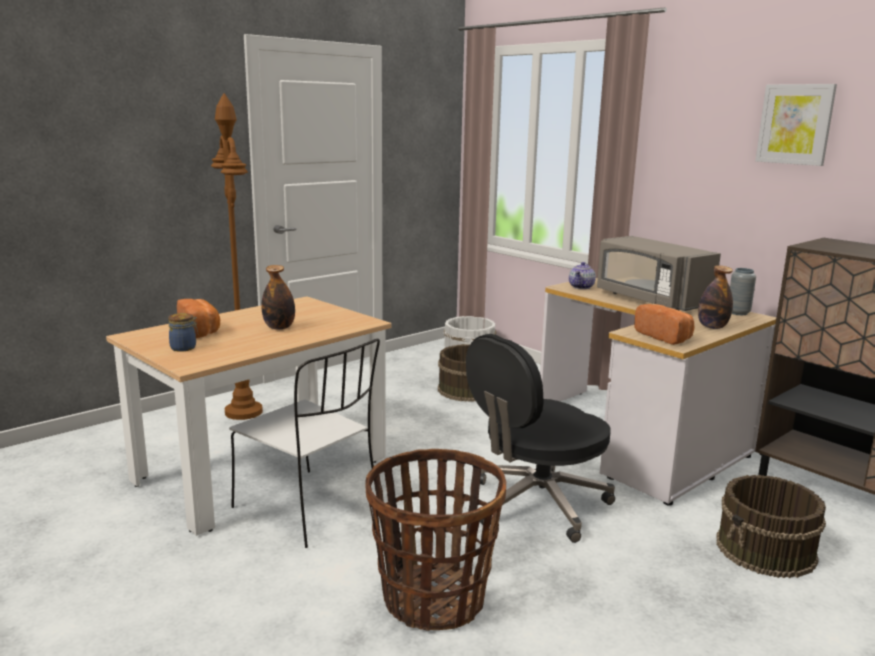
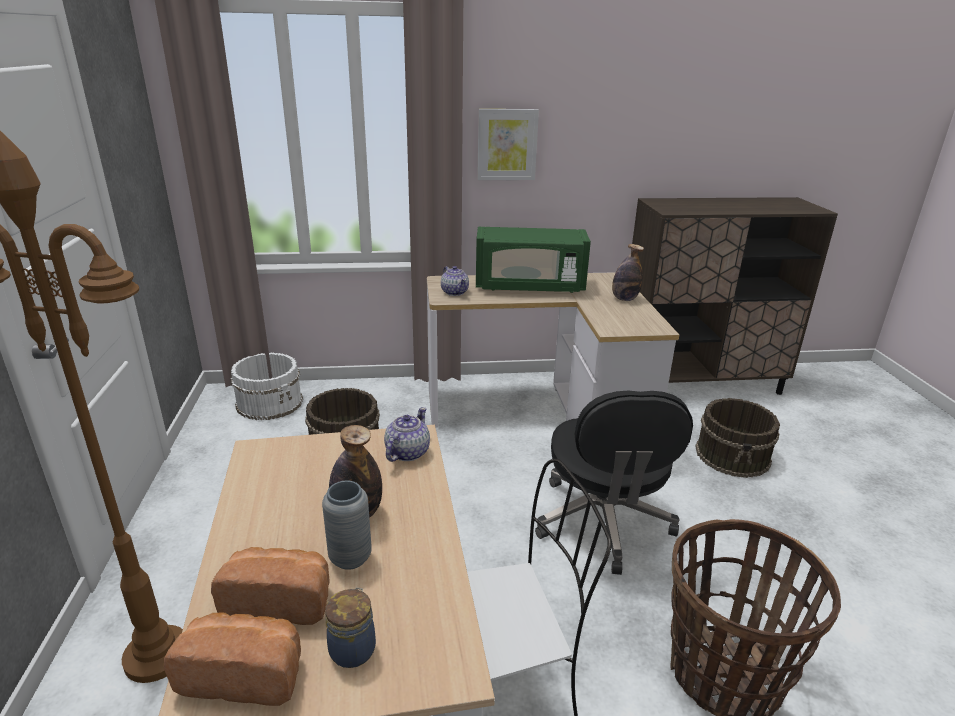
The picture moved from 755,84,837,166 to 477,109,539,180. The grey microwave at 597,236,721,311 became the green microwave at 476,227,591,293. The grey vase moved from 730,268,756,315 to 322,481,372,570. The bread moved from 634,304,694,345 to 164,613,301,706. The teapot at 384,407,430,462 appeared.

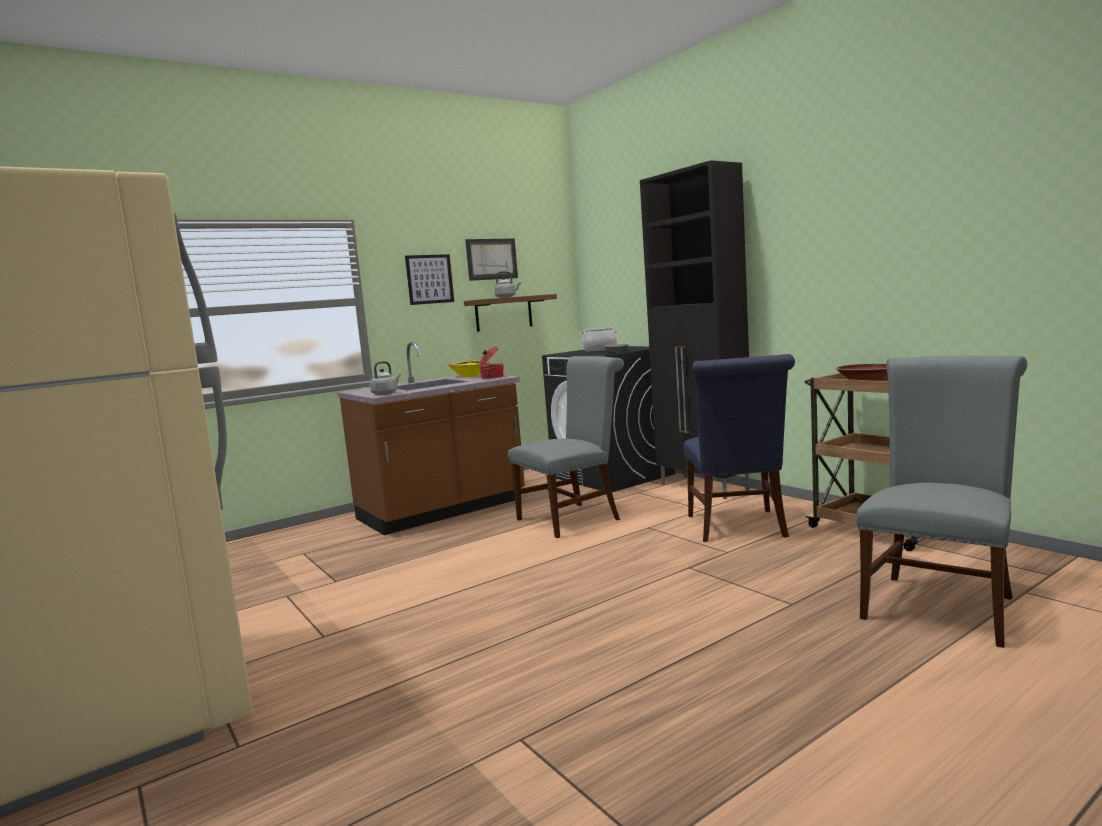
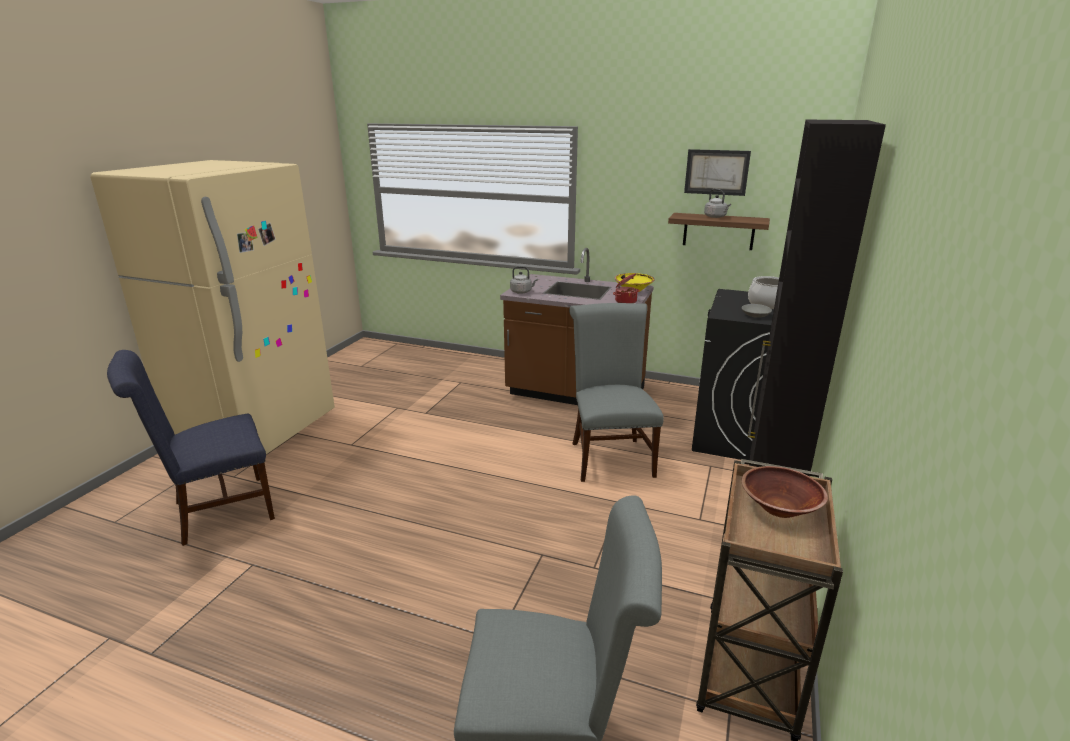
The picture at 405,254,454,305 disappeared. The blue chair moved from 684,354,795,542 to 107,350,275,546. The grey chair at 508,356,624,538 turned 120 degrees counterclockwise.

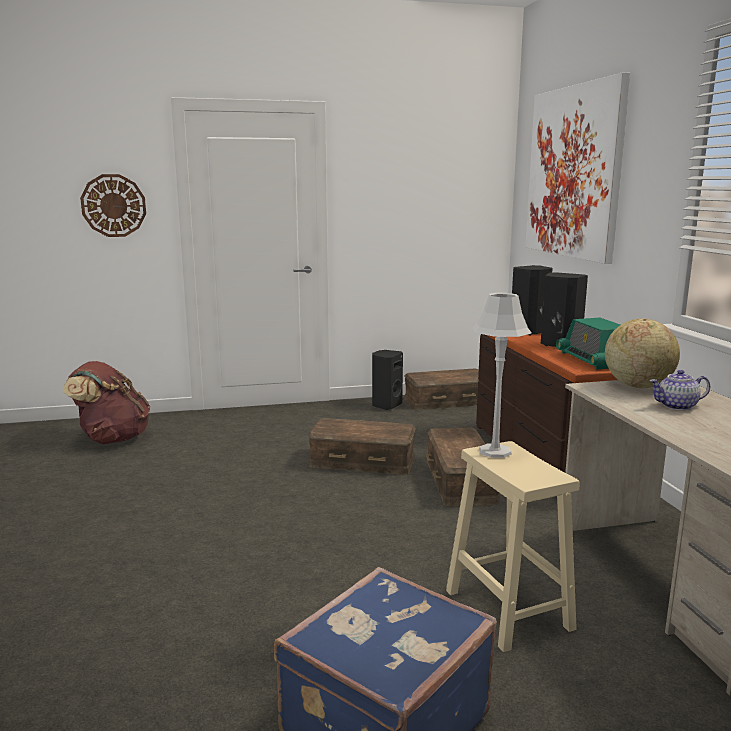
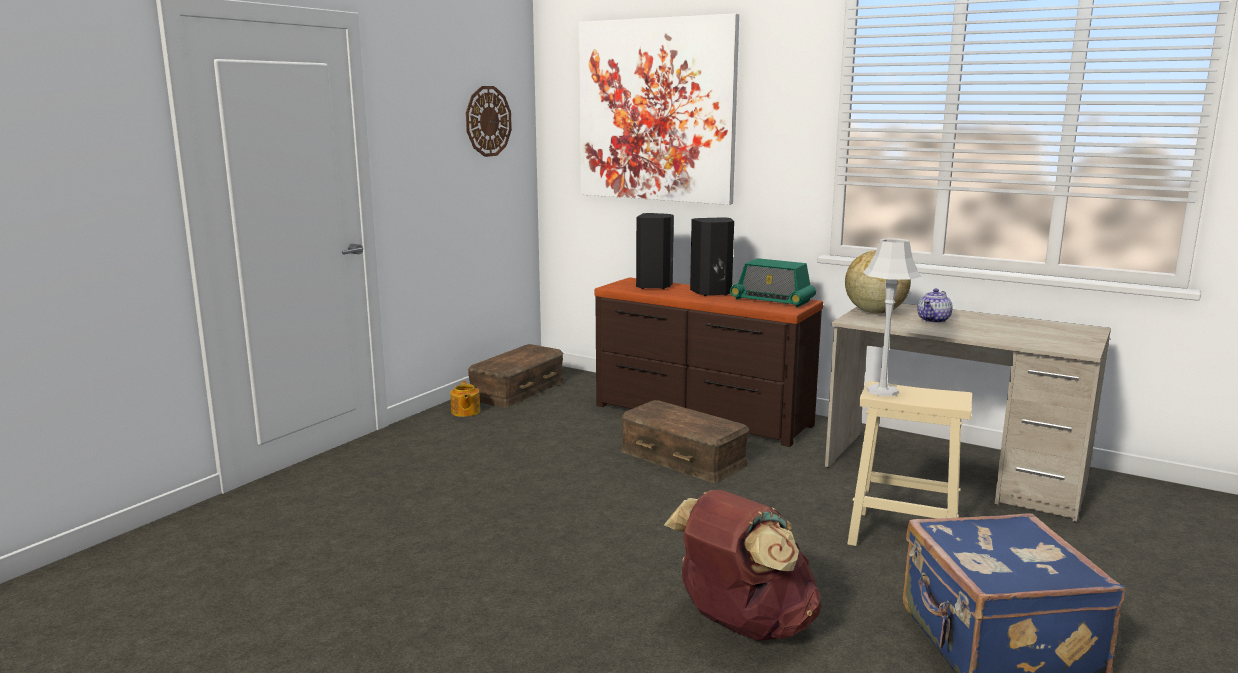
The wall clock moved from 80,174,146,237 to 466,86,512,157. The black speaker at 372,350,403,410 was replaced by the teapot at 450,381,480,417. The brown backpack moved from 64,361,150,444 to 664,490,822,641. The brown storage box at 308,418,416,475 disappeared.

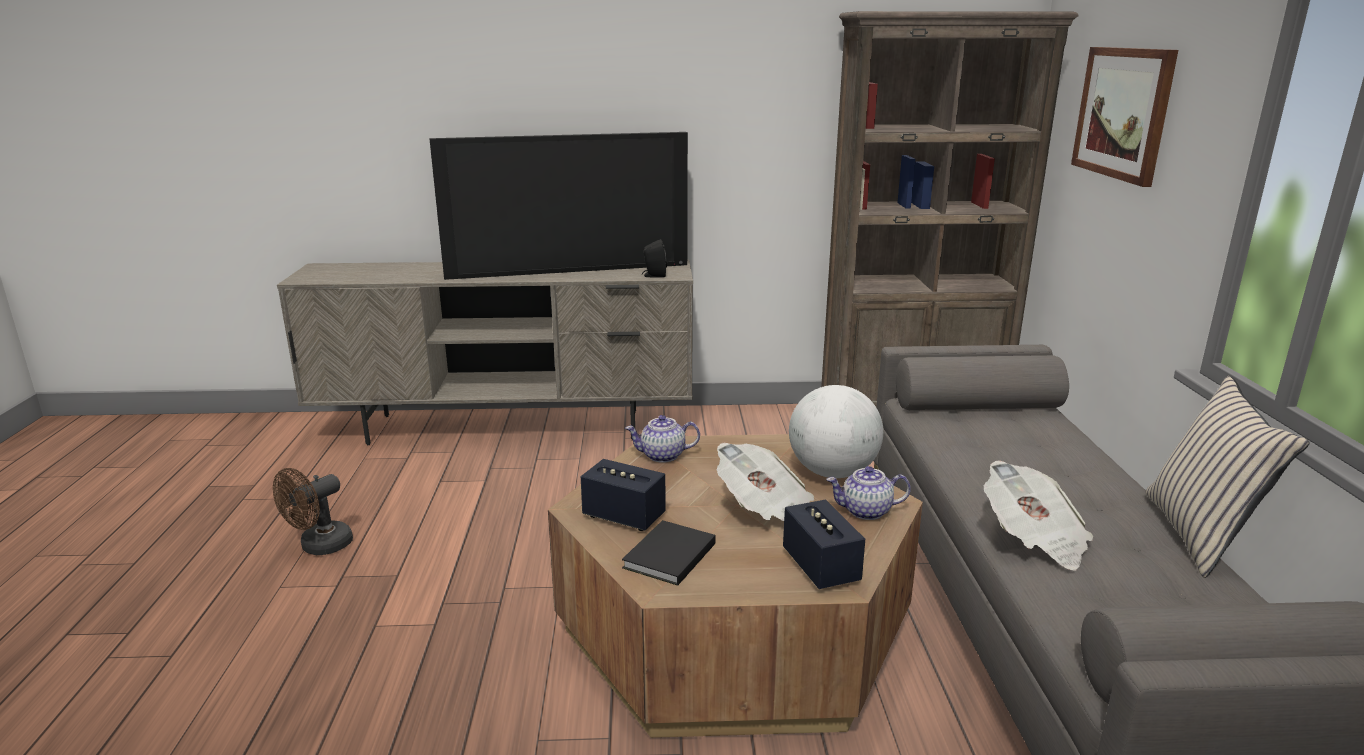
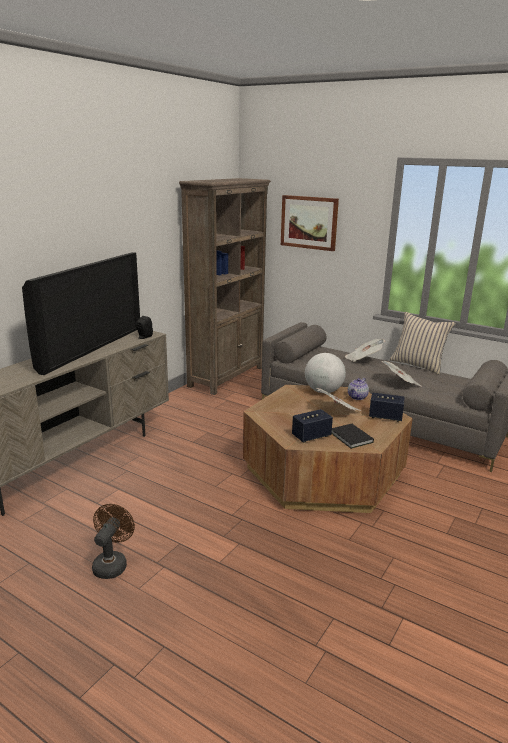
The teapot at 625,415,700,463 disappeared. The brown fan at 273,468,353,555 turned 150 degrees counterclockwise. The newspaper at 345,339,385,362 appeared.

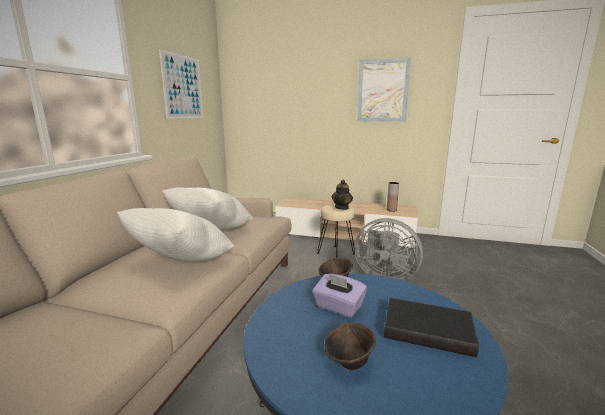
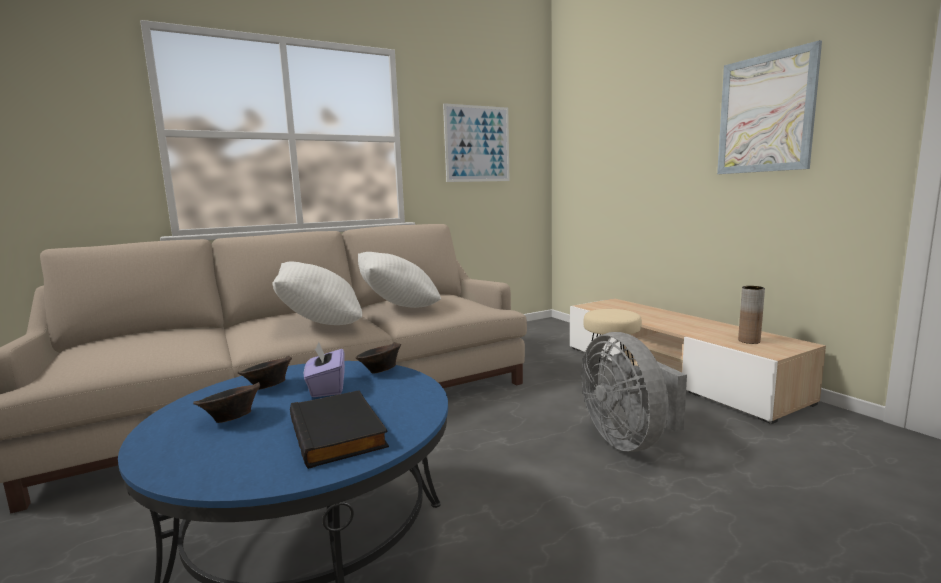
The teapot at 332,180,353,210 disappeared. The brown bowl at 238,356,292,390 appeared.

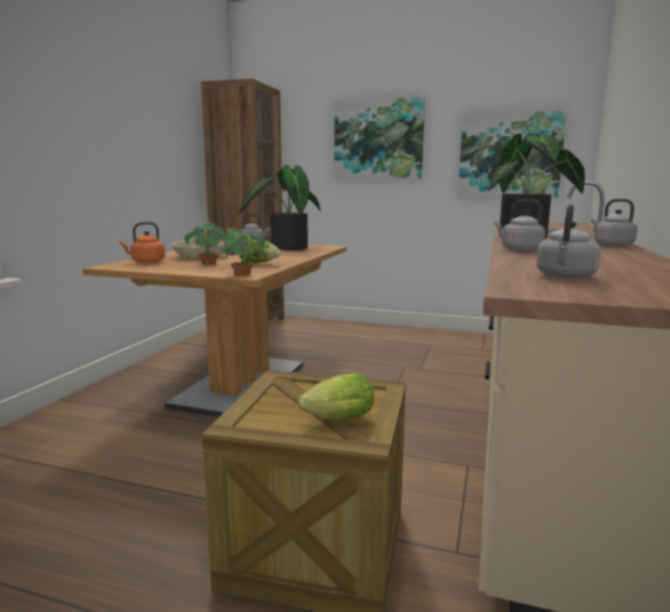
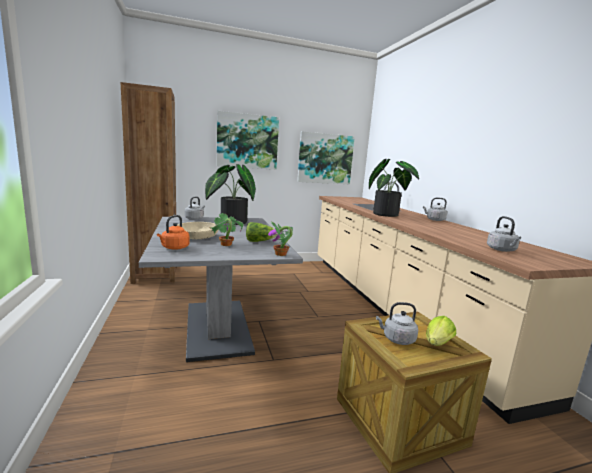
The grey kettle moved from 494,199,545,252 to 376,302,418,345. The brown dining table at 83,245,347,417 became the grey dining table at 139,217,303,362.

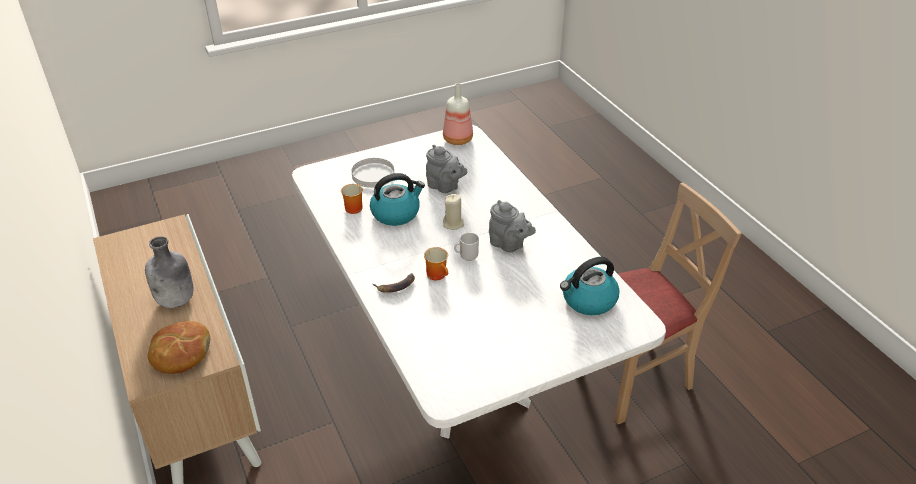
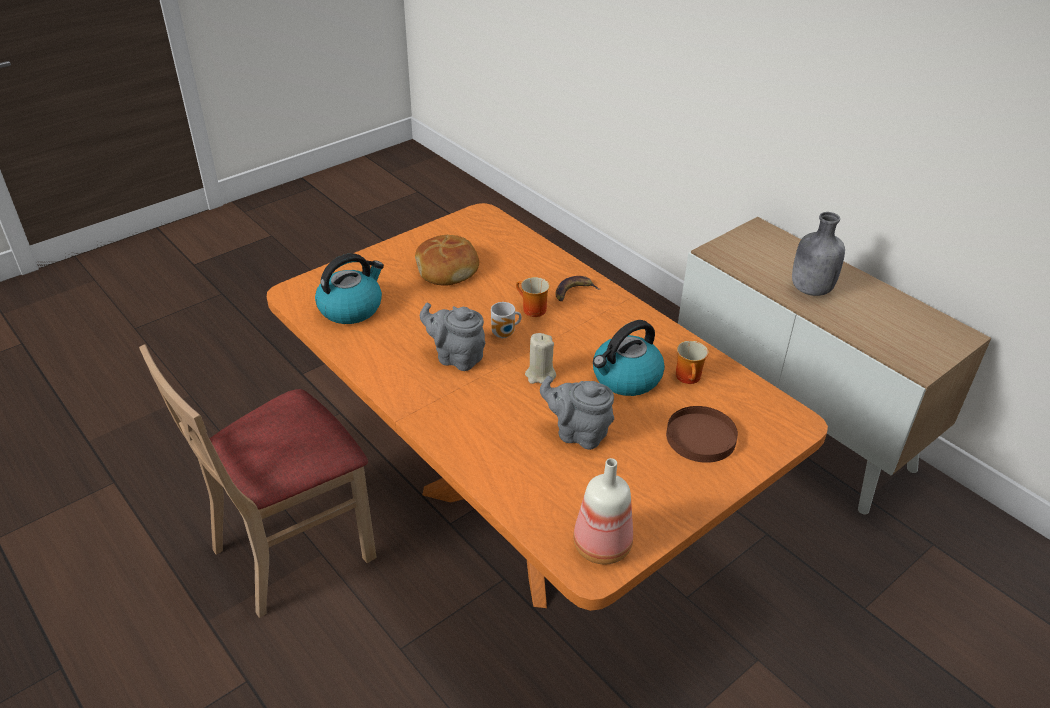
The white dining table at 292,125,666,439 became the orange dining table at 267,203,828,611. The white plate at 351,158,394,188 became the brown plate at 666,406,738,463. The bread moved from 148,321,210,374 to 415,235,479,286.

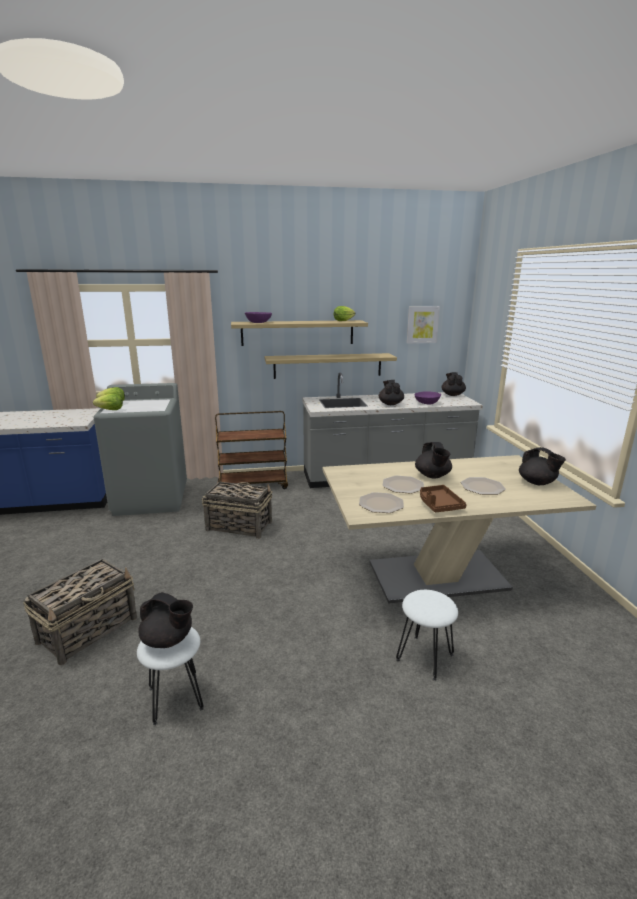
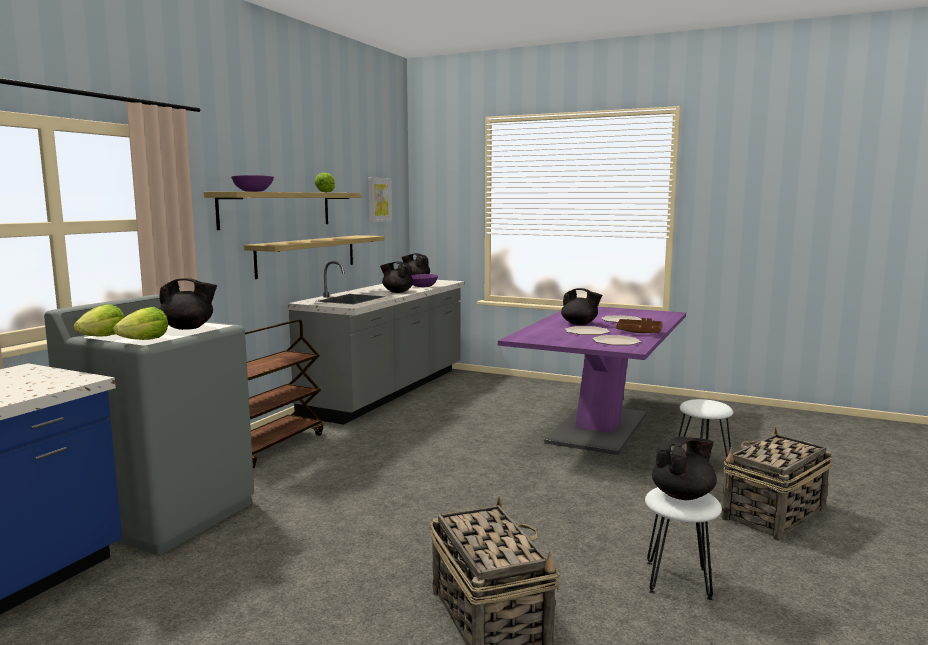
The black teapot moved from 519,447,566,485 to 159,278,217,330. The beige dining table at 323,455,596,603 became the purple dining table at 498,307,686,455. The basket moved from 202,478,272,539 to 722,427,833,541.

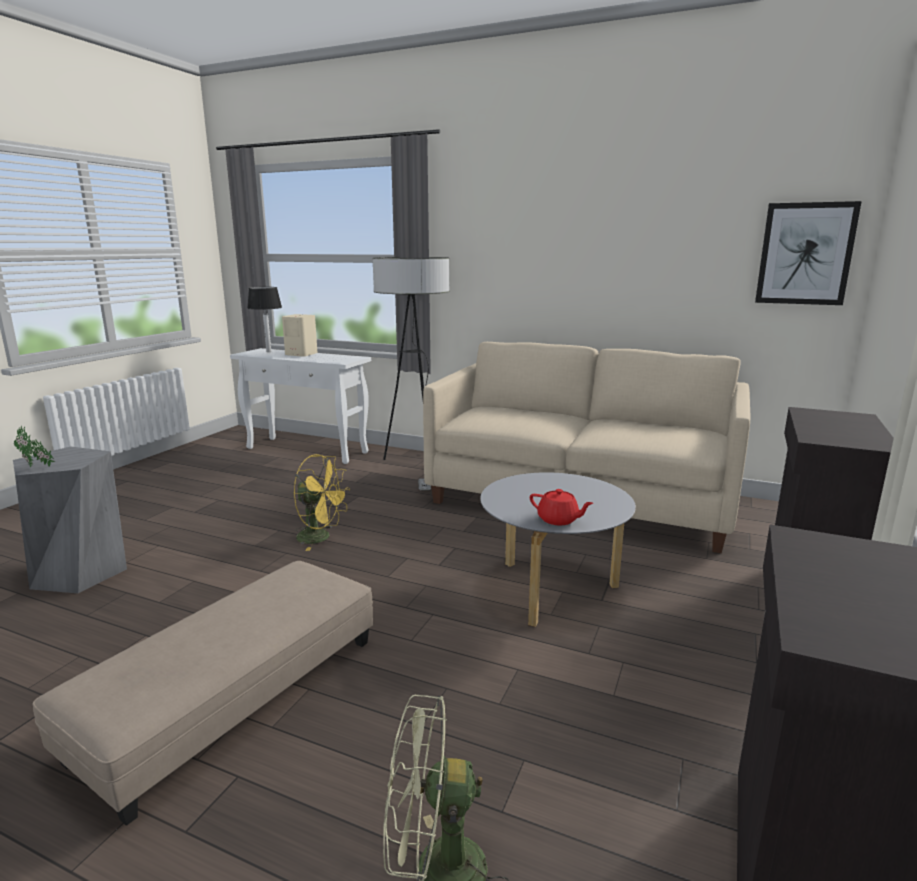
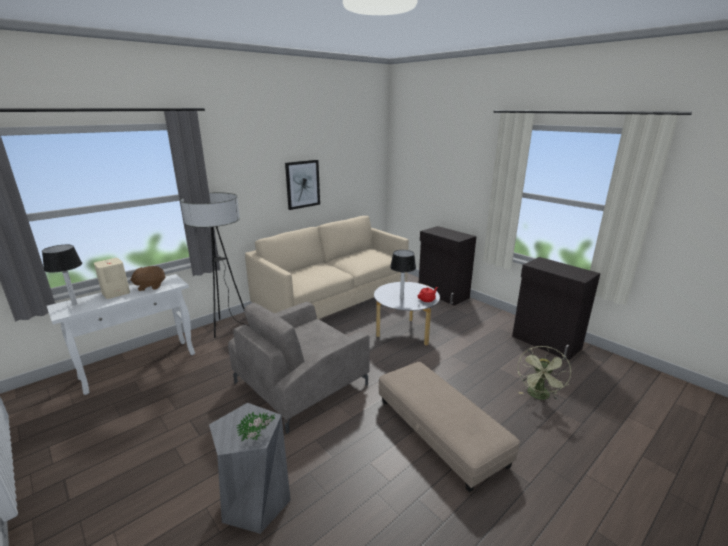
The picture moved from 755,201,862,305 to 285,160,320,210. The yellow fan at 293,454,350,551 was replaced by the grey armchair at 228,302,370,434. The table lamp at 390,250,416,299 appeared. The brown plush toy at 130,266,165,291 appeared.

